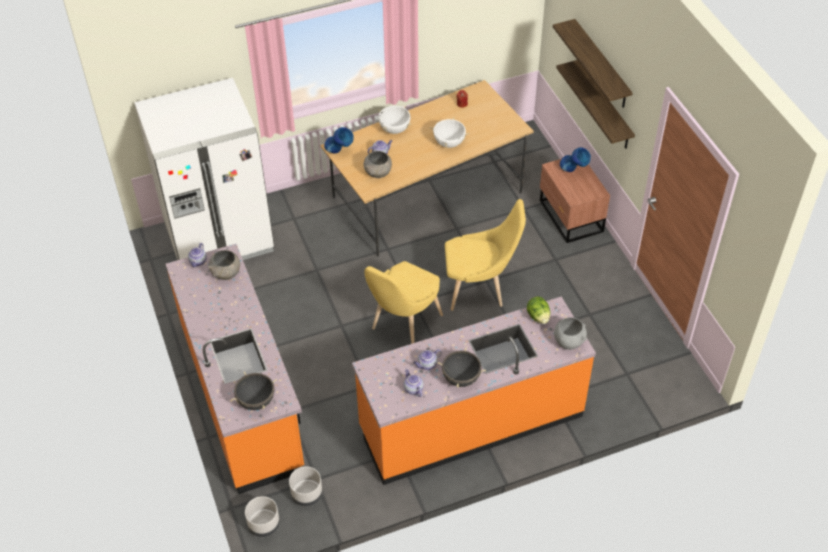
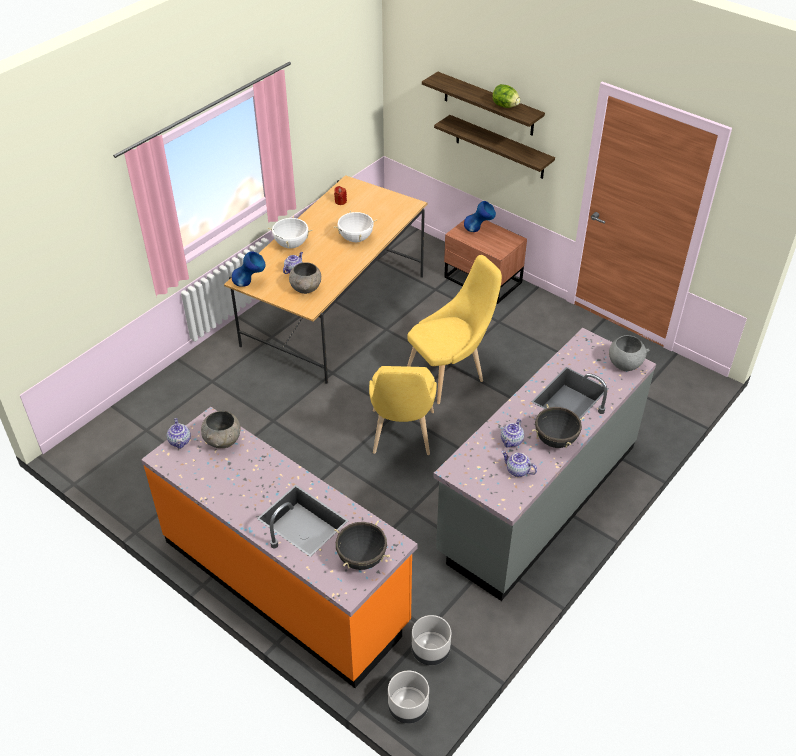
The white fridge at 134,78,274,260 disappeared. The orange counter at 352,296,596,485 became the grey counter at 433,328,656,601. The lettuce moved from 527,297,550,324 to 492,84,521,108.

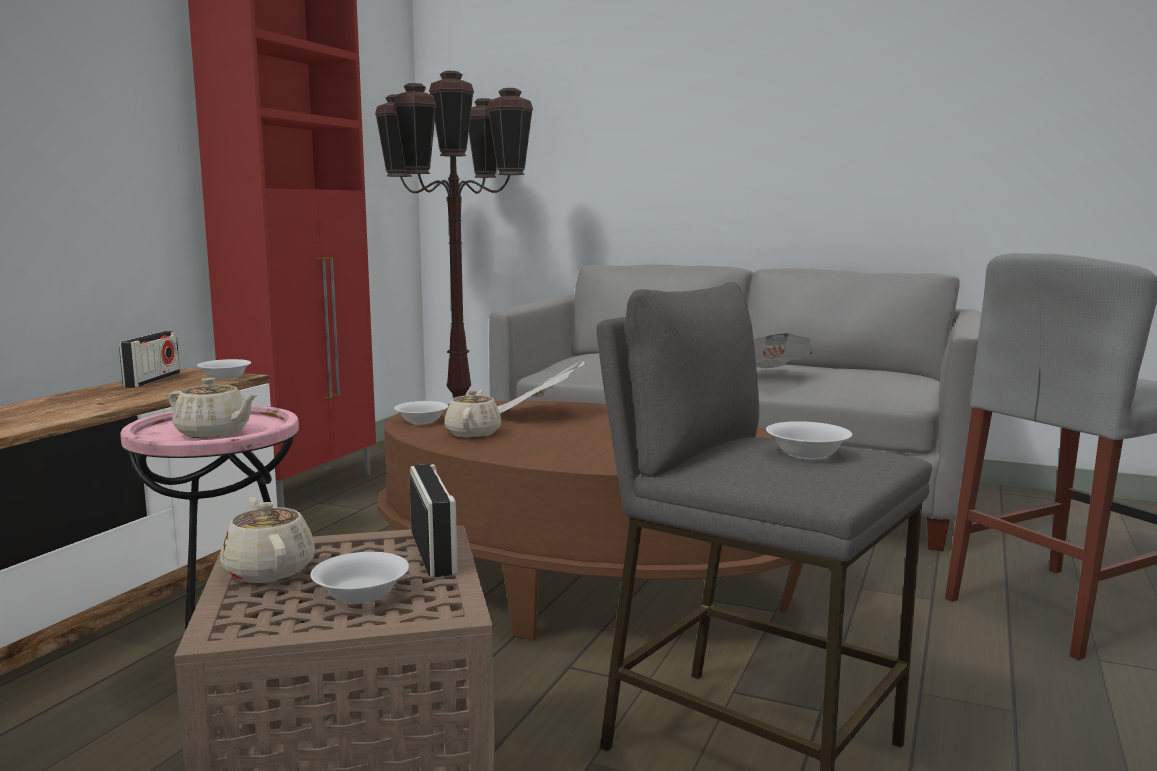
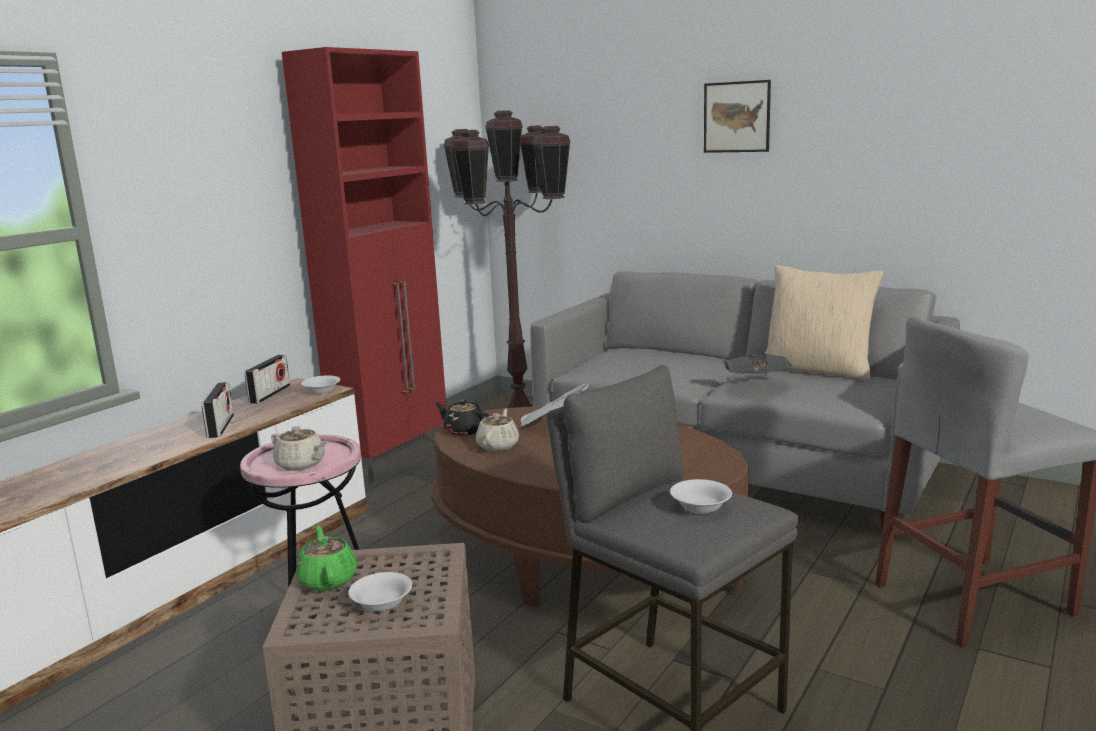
The white bowl at 394,401,448,424 was replaced by the black teapot at 435,400,490,436. The radio moved from 409,464,458,577 to 202,382,234,438. The beige teapot at 220,497,315,583 became the green teapot at 296,526,357,591. The picture at 704,80,771,153 appeared. The beige pillow at 764,265,884,381 appeared.

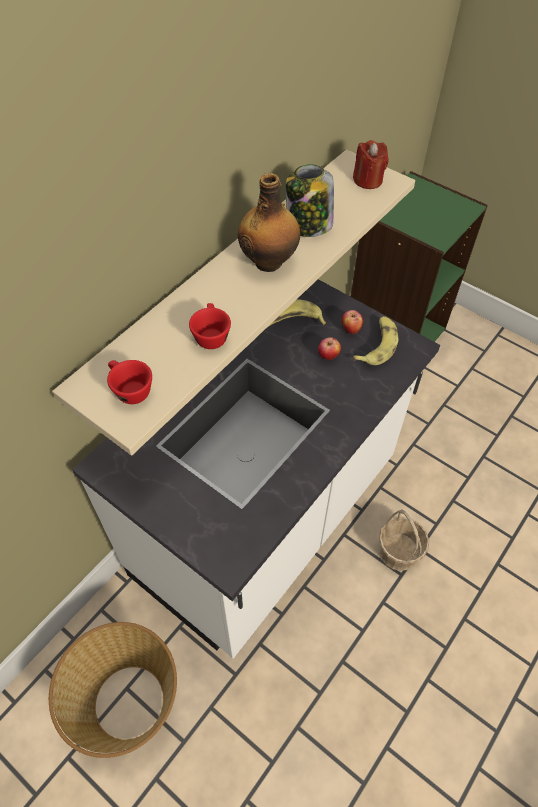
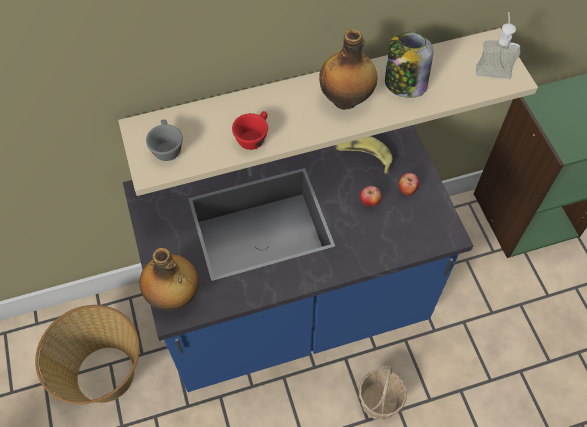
The red candle at 353,140,389,189 was replaced by the soap dispenser at 476,12,520,79. The white counter at 72,279,440,659 became the blue counter at 123,125,473,392. The banana at 353,316,399,365 disappeared. The red cup at 107,360,152,404 became the grey cup at 146,120,183,161. The bottle at 140,248,199,311 appeared.

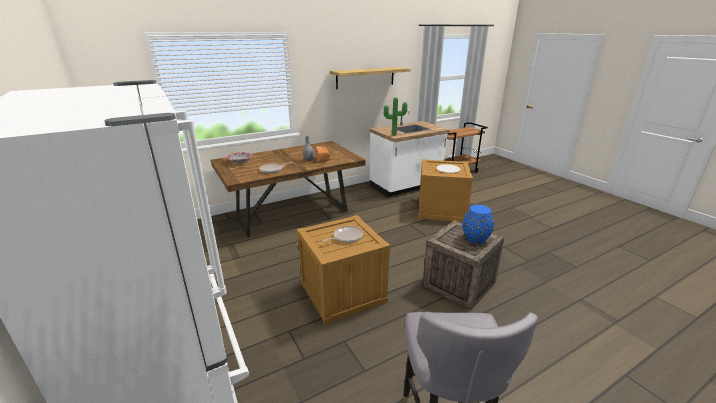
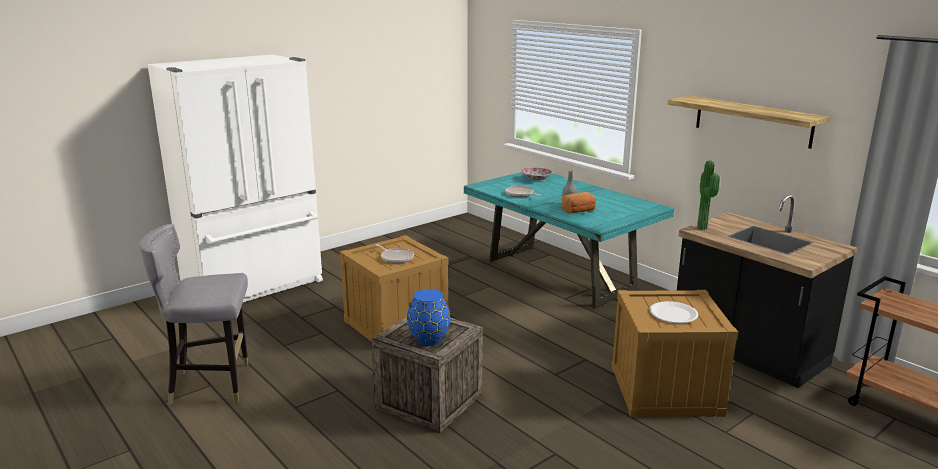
The white counter at 370,108,450,197 became the black counter at 677,195,857,388. The brown dining table at 211,141,366,237 became the turquoise dining table at 464,172,674,308.

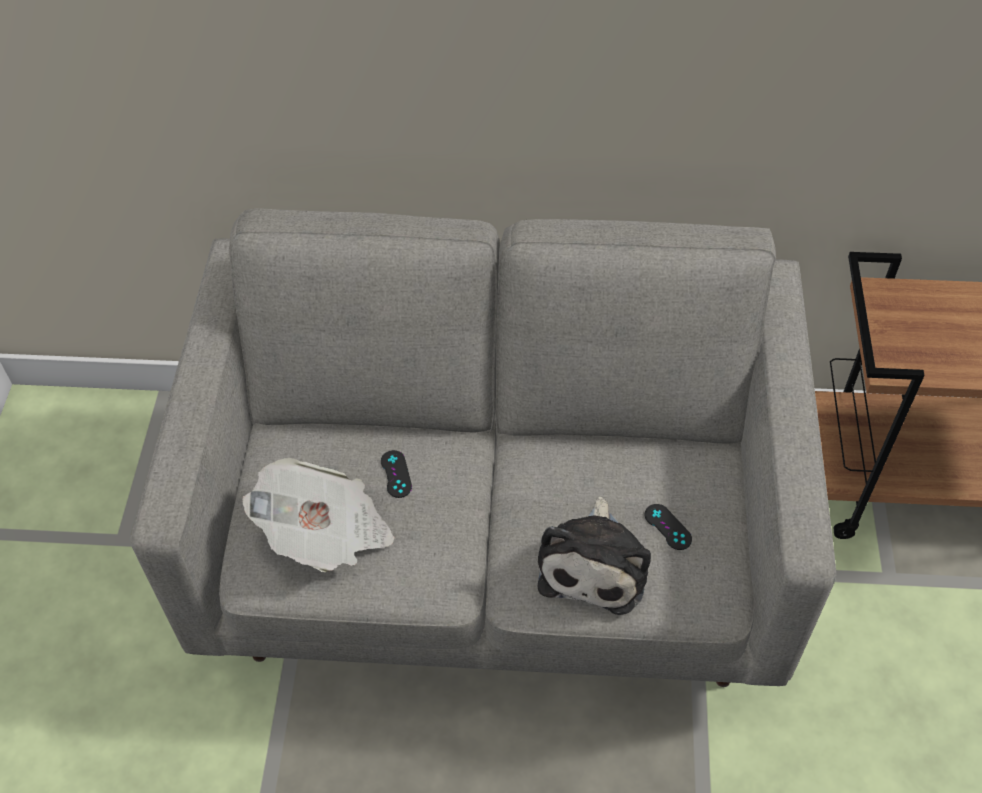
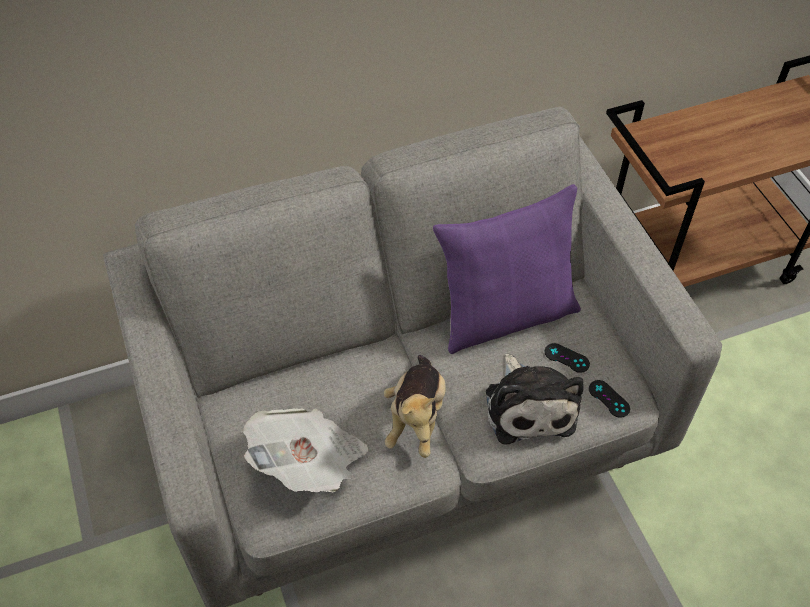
The black game controller moved from 381,450,412,498 to 589,380,630,418. The purple pillow at 433,184,581,354 appeared. The plush toy at 384,355,446,458 appeared.

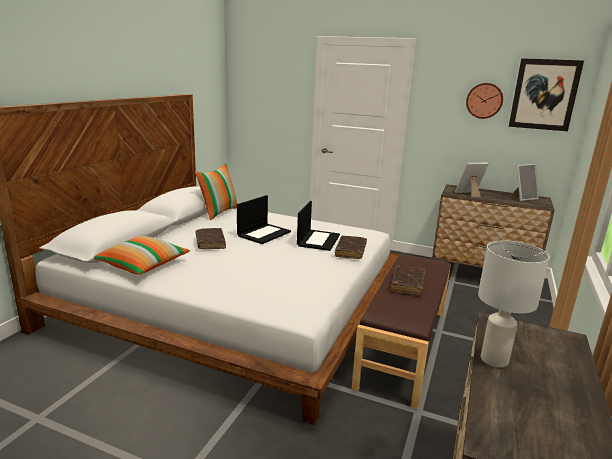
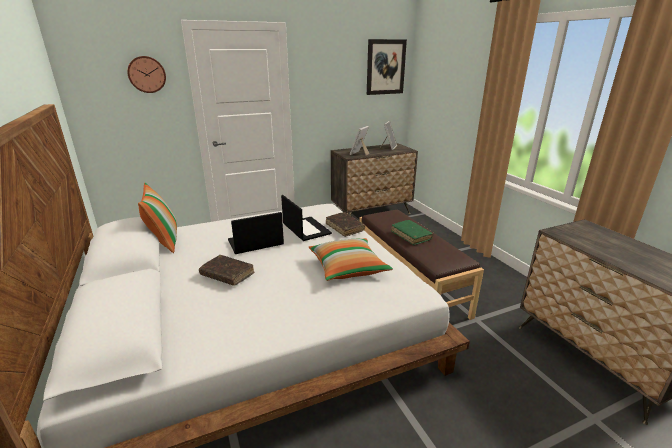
The wall clock moved from 466,83,503,119 to 127,56,166,93. The laptop at 237,195,291,244 turned 105 degrees counterclockwise. The pillow moved from 94,236,190,275 to 309,238,393,281. The white table lamp at 478,240,550,368 disappeared. The brown book at 391,266,425,295 became the green book at 391,220,433,245.

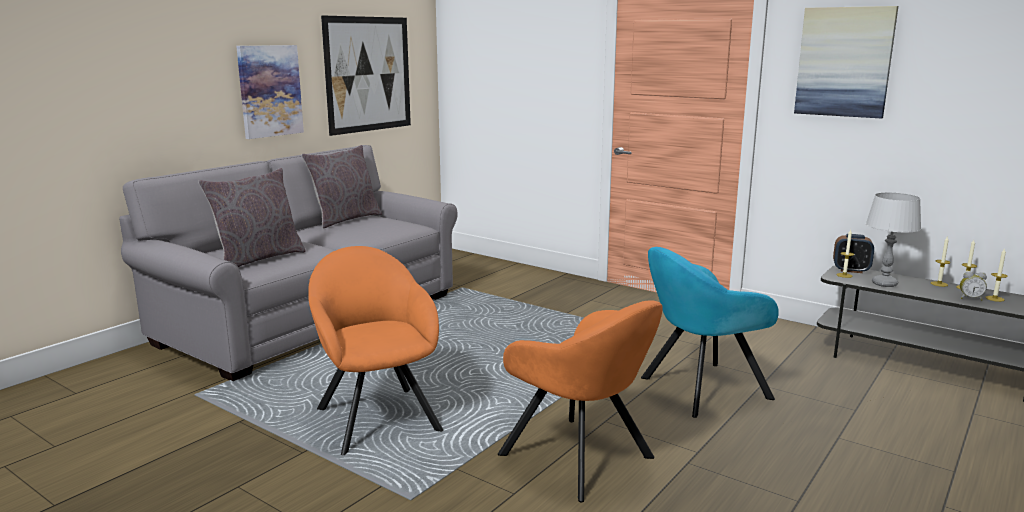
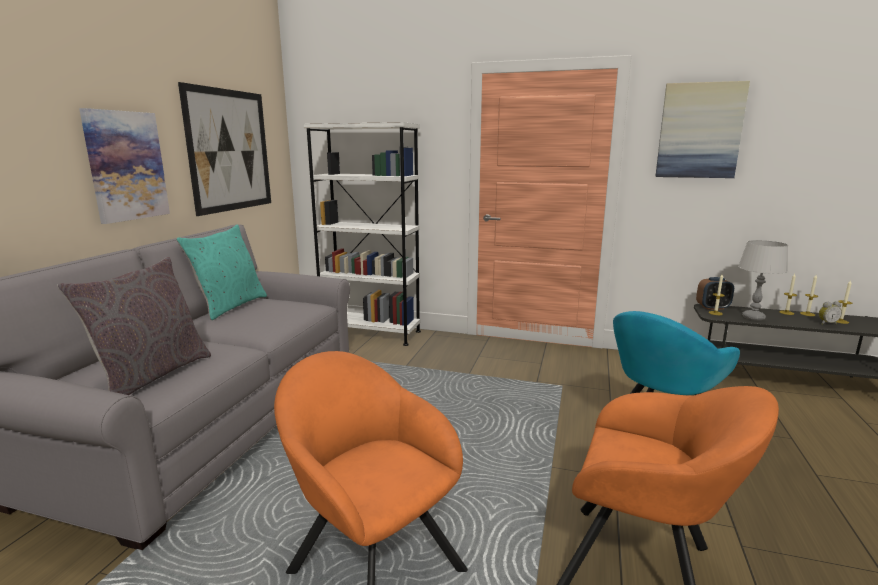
The grey pillow at 301,145,382,228 became the turquoise pillow at 176,225,267,320. The white bookcase at 303,122,421,346 appeared.

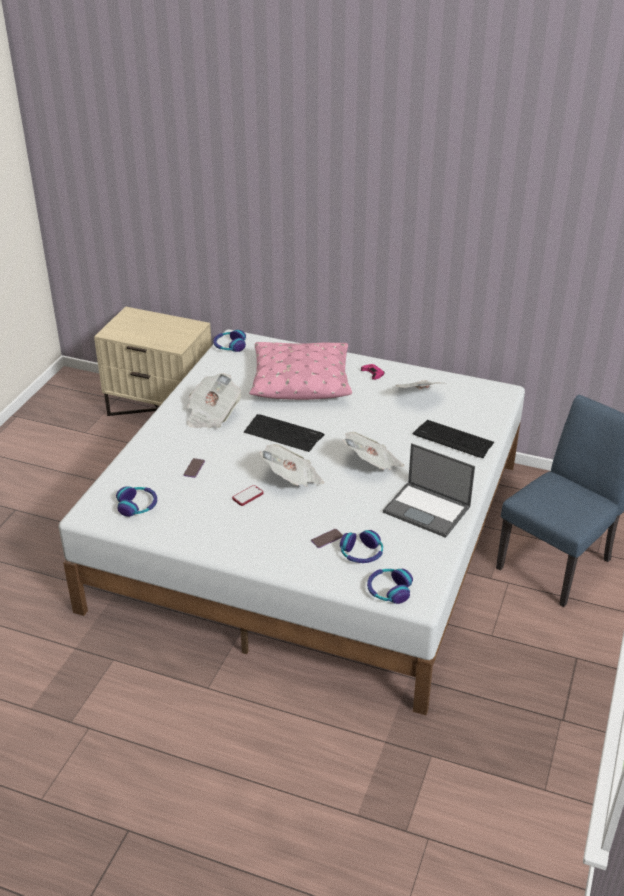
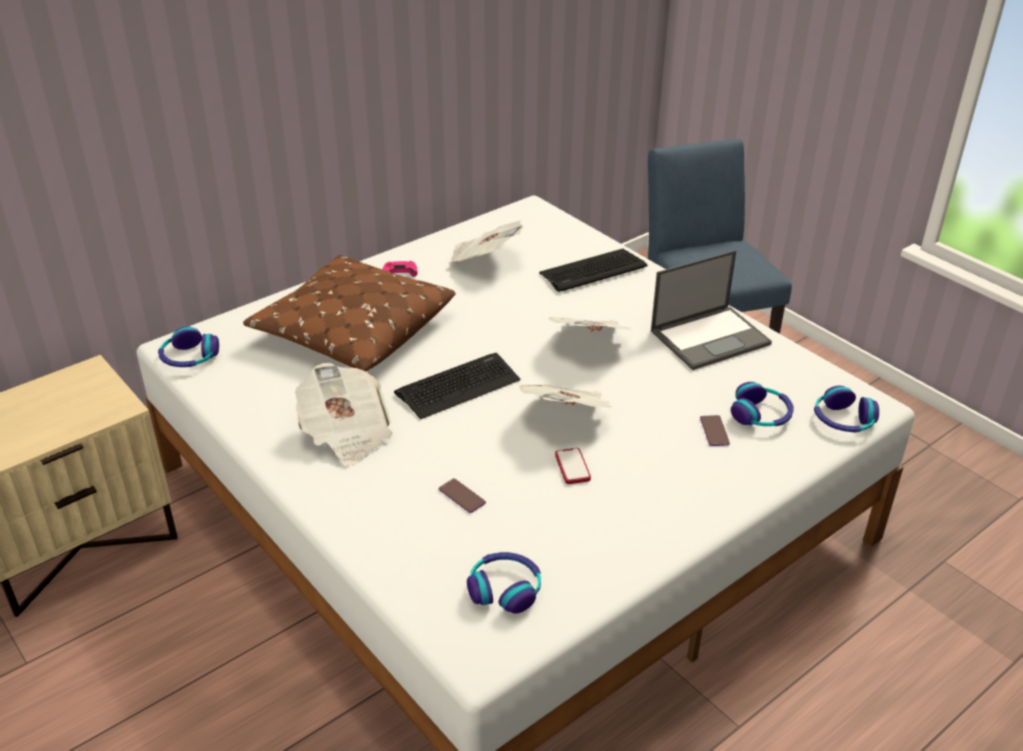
The pink pillow at 249,342,352,400 became the brown pillow at 243,255,455,372.

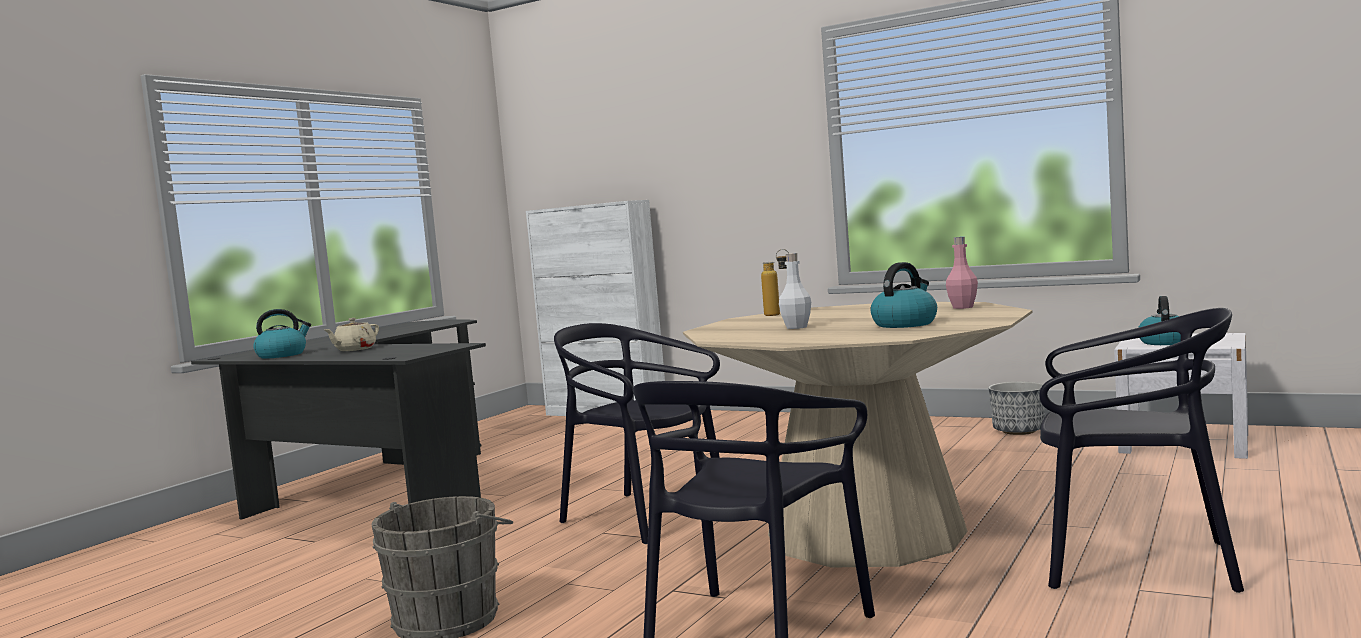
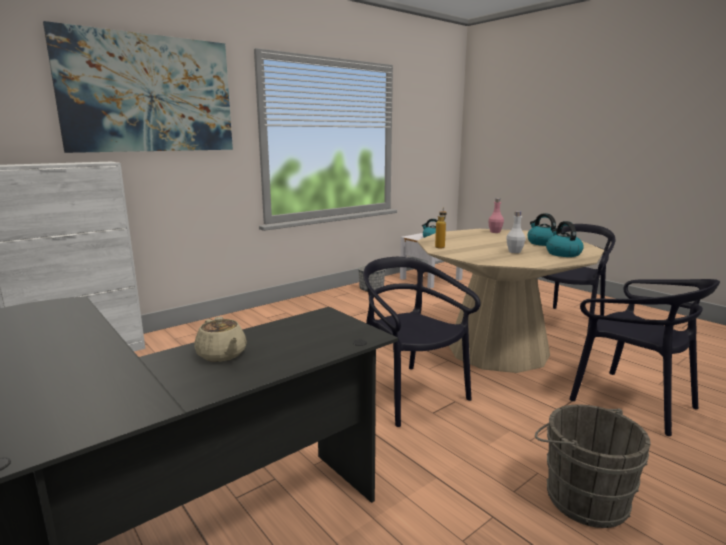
The kettle moved from 253,309,311,359 to 546,221,584,257. The black chair at 554,323,720,544 turned 90 degrees clockwise. The picture at 43,21,233,153 appeared.

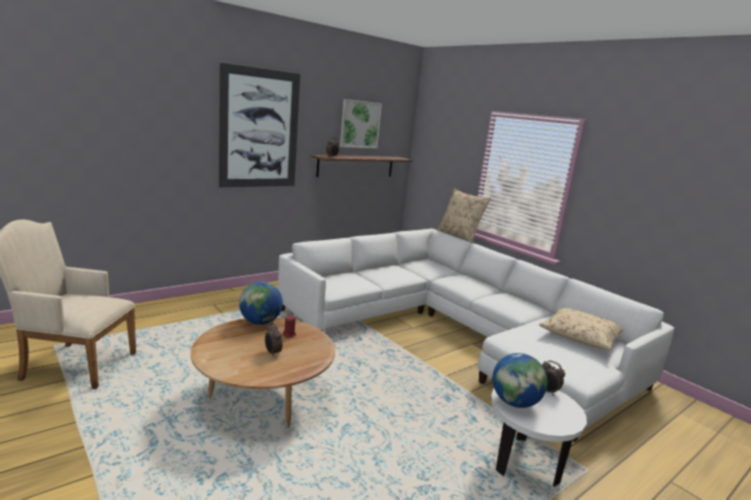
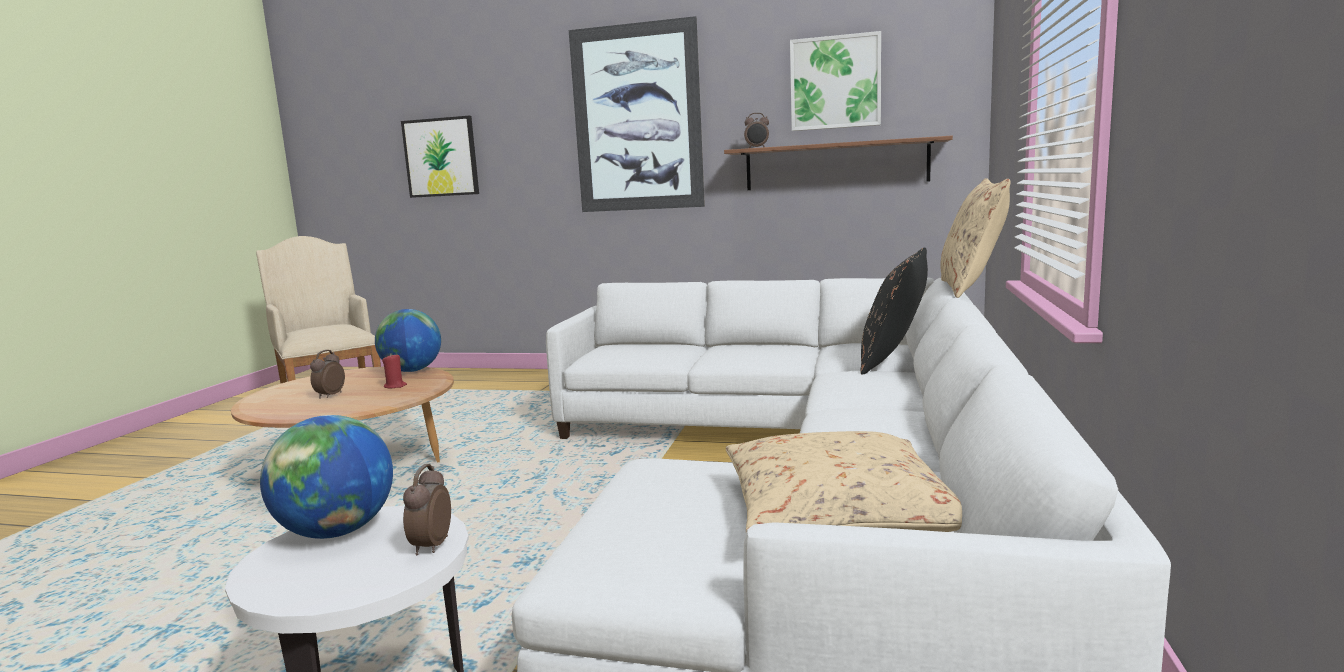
The picture at 401,116,479,198 appeared. The black pillow at 860,247,928,375 appeared.

